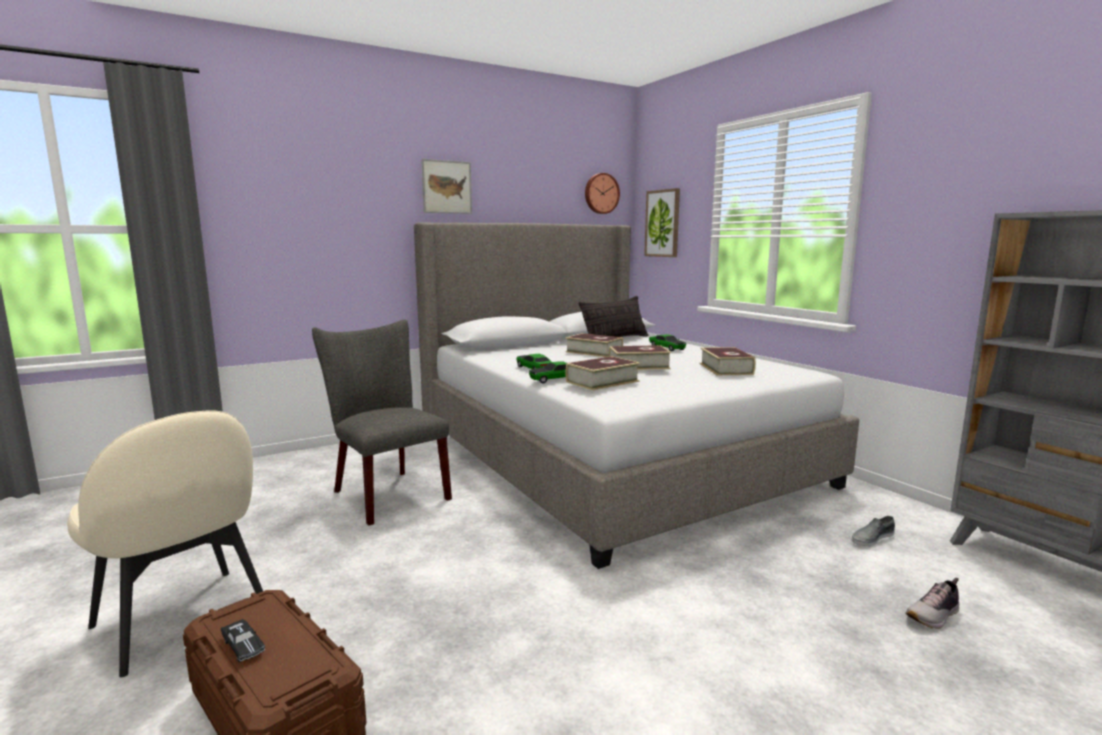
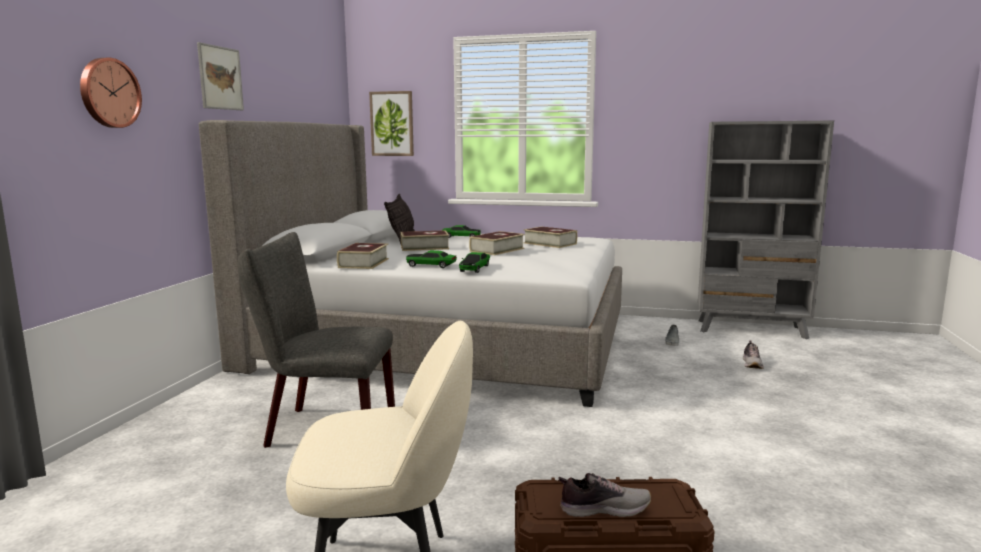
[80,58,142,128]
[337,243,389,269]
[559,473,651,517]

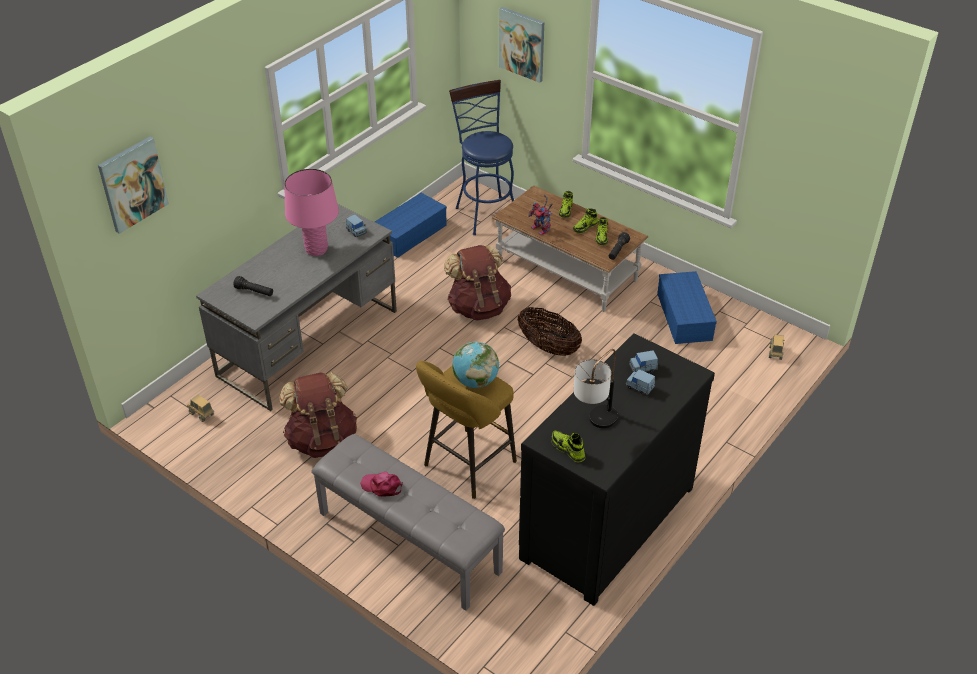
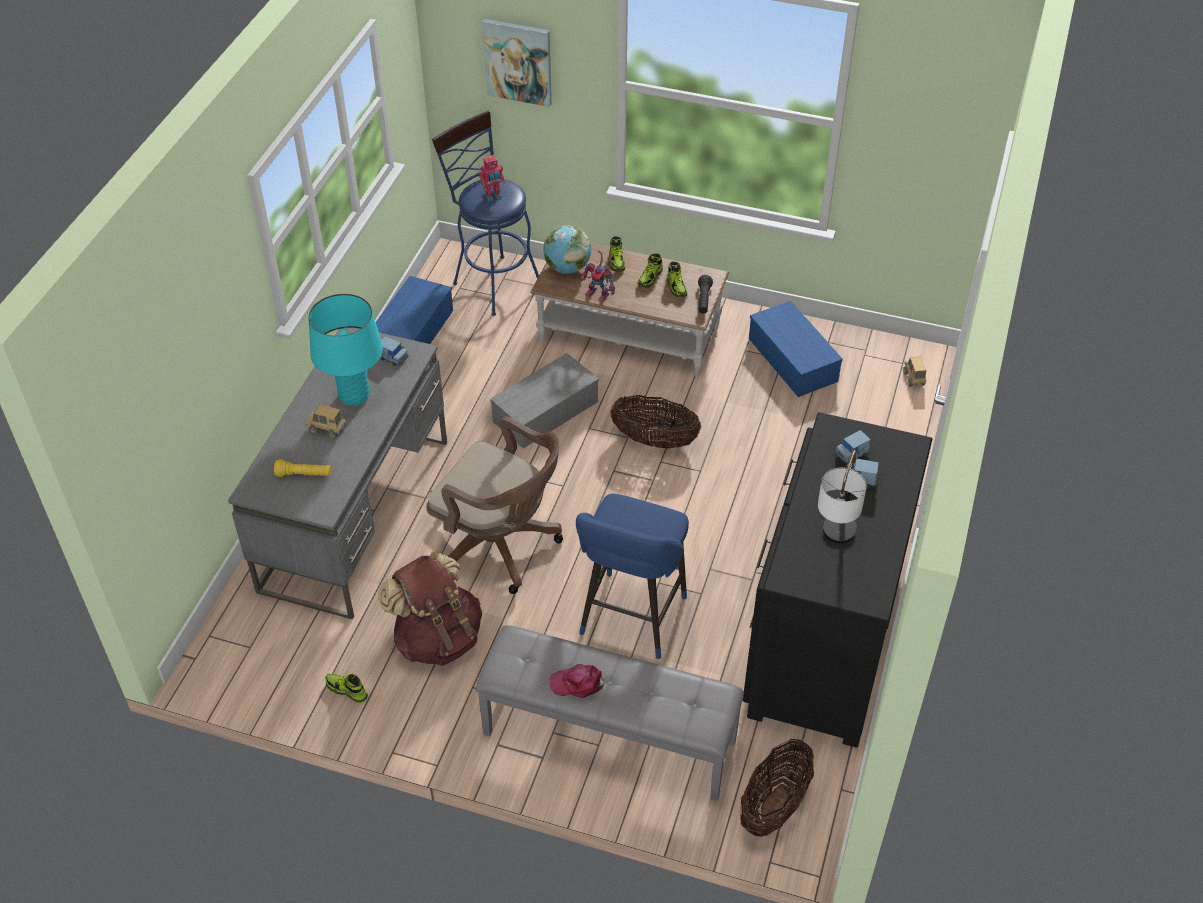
[98,136,169,234] (first image)
[309,294,383,406]
[490,353,599,448]
[274,459,331,477]
[543,225,591,274]
[576,494,689,659]
[306,404,346,439]
[325,673,368,703]
[479,155,505,202]
[426,416,563,594]
[740,739,814,837]

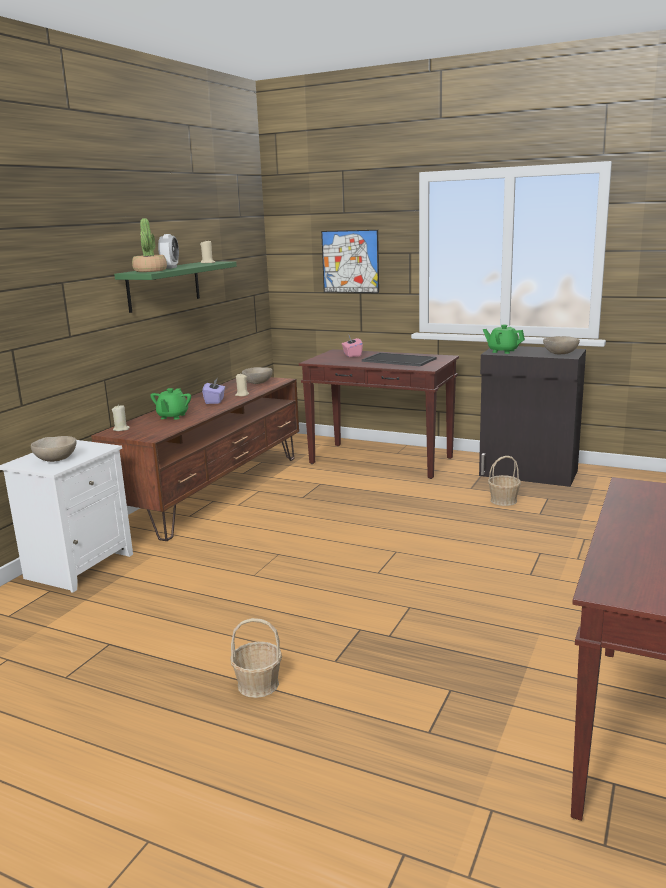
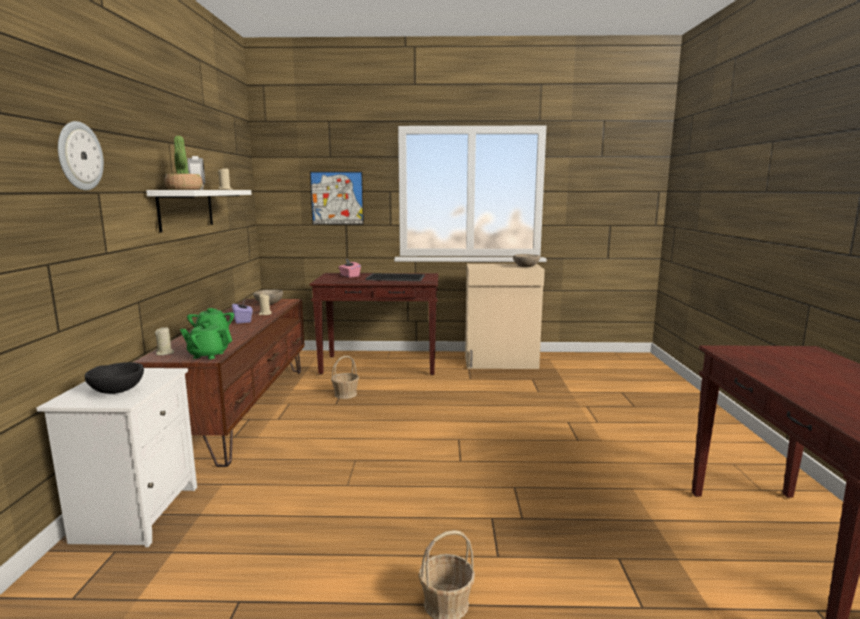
[146,190,252,232]
[180,323,232,359]
[465,264,545,369]
[85,362,144,394]
[331,356,359,399]
[58,121,104,190]

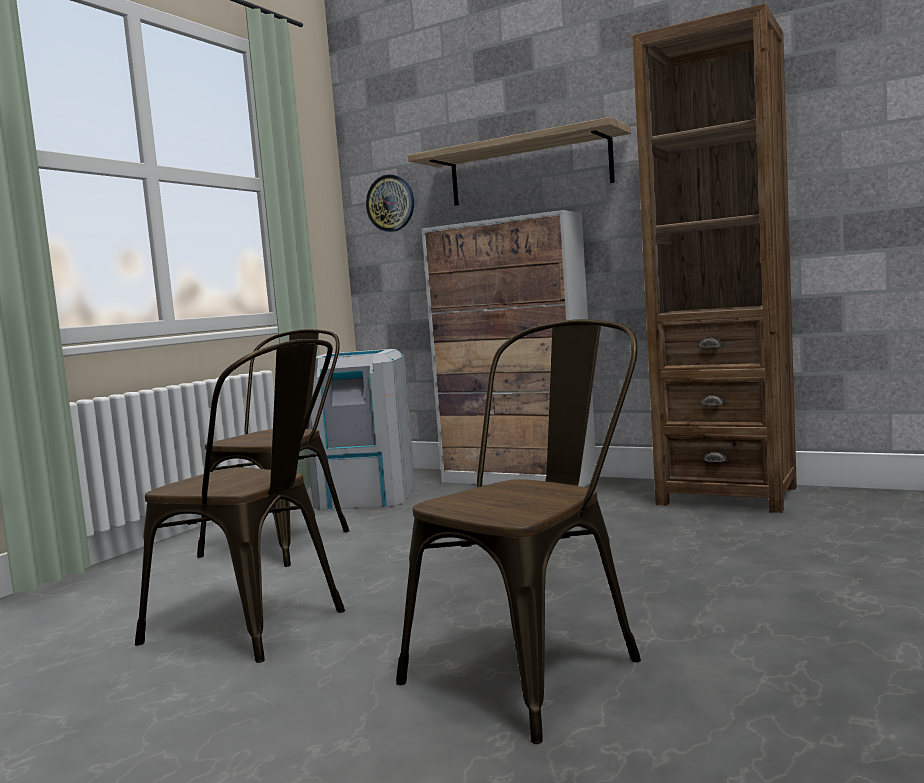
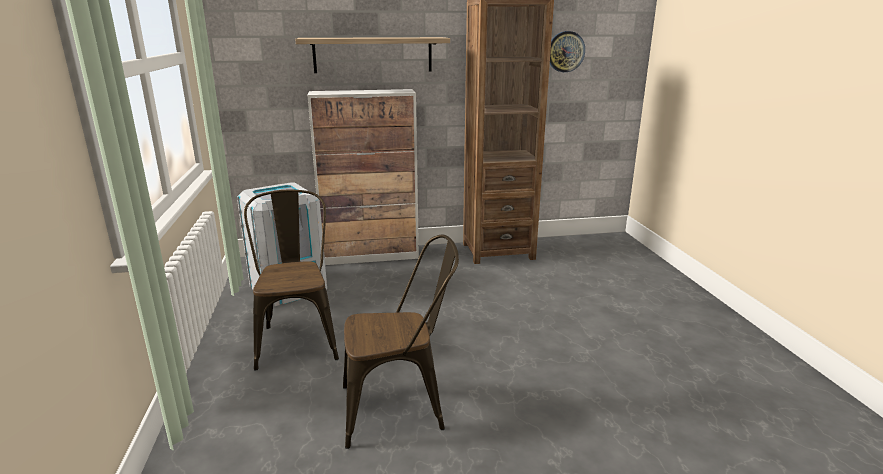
[550,31,585,72]
[396,319,641,744] (first image)

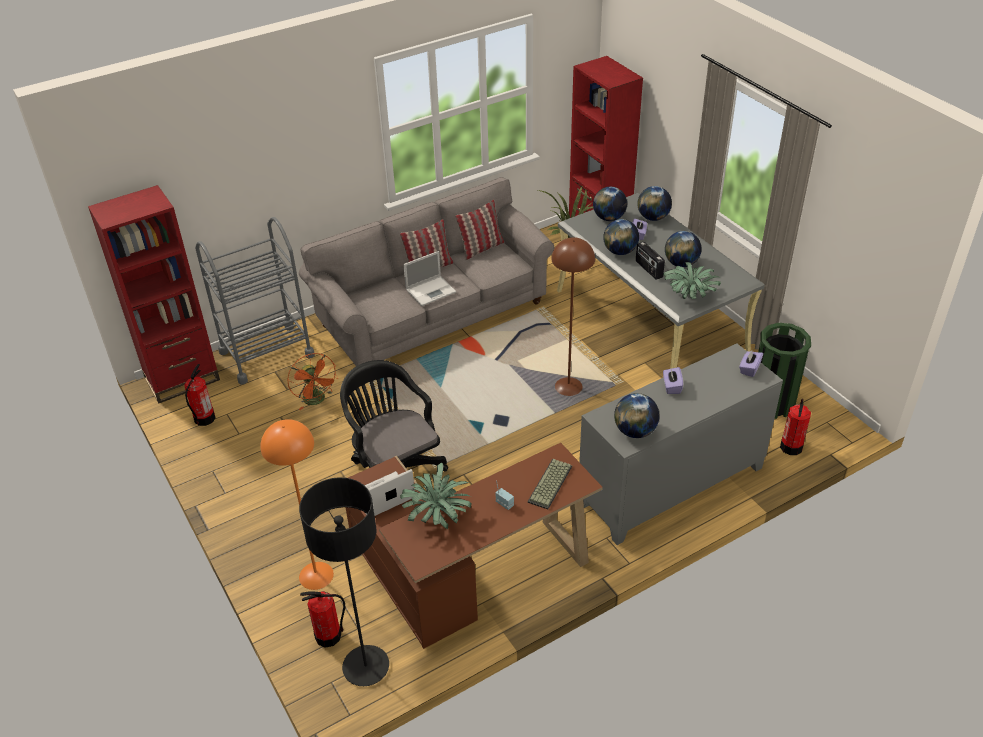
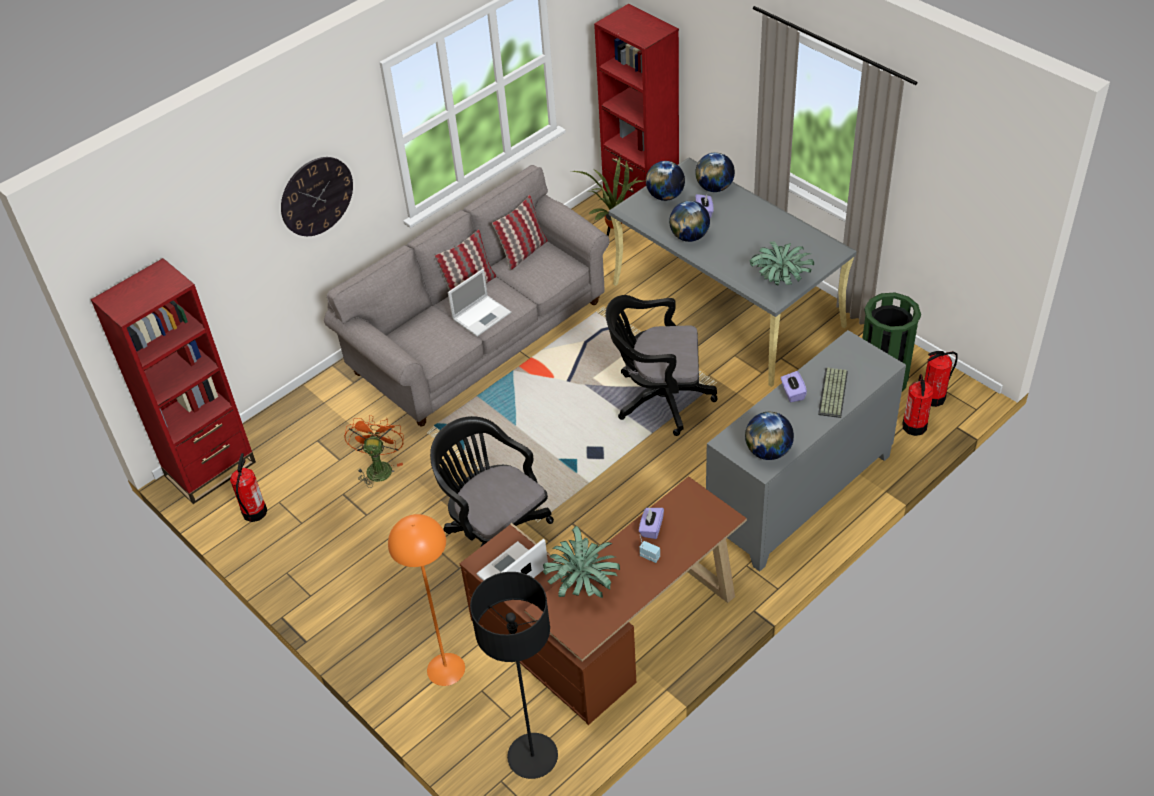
[195,217,315,385] (first image)
[665,231,702,267] (first image)
[605,295,717,436]
[636,242,665,280] (first image)
[639,508,664,539]
[344,415,404,488]
[818,367,848,418]
[924,351,958,407]
[281,157,353,236]

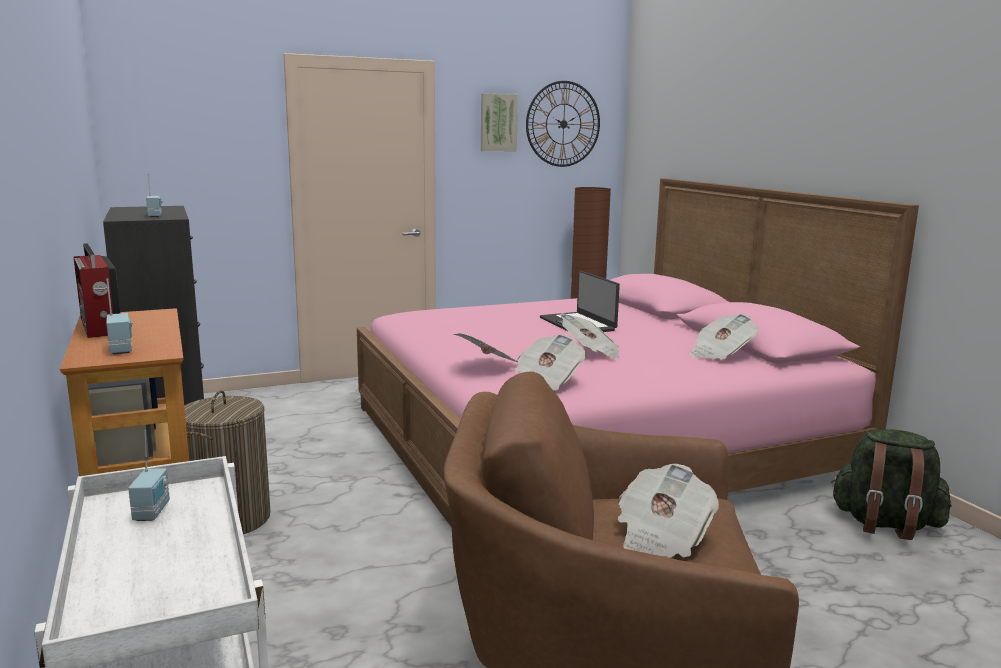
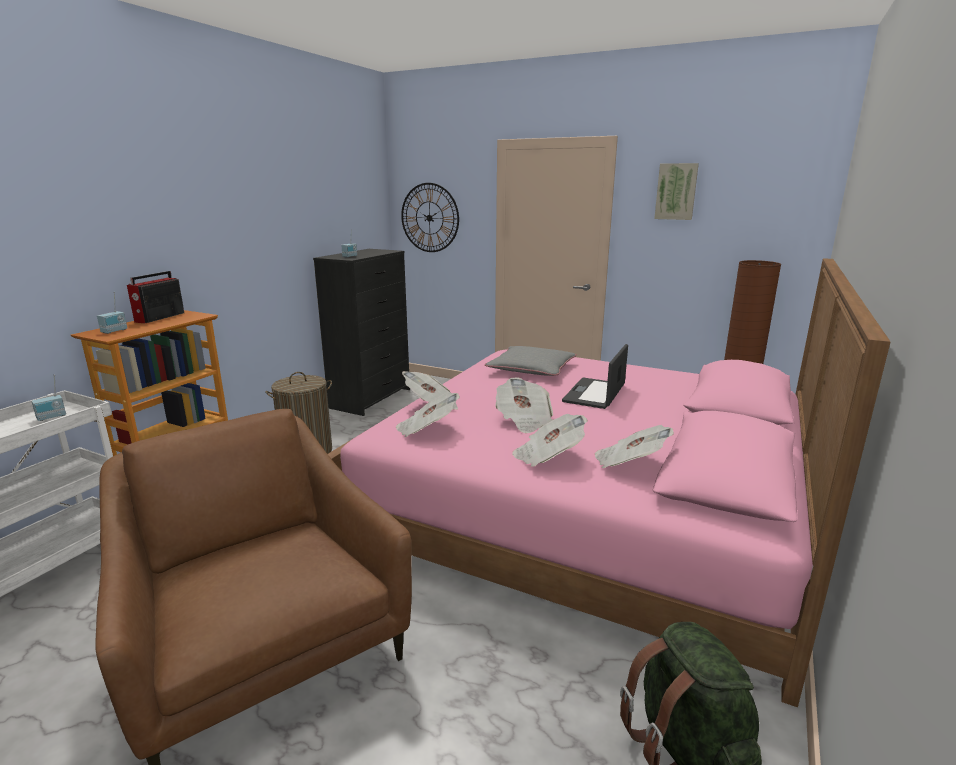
[401,183,459,252]
[512,414,588,467]
[485,346,577,376]

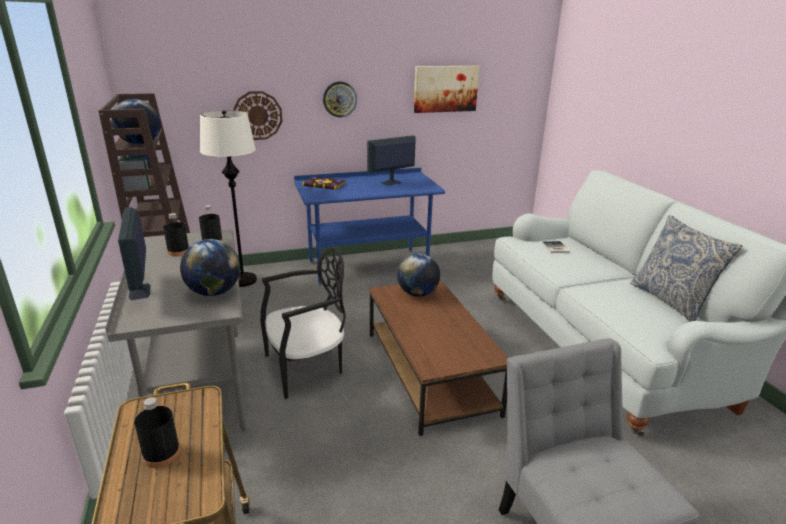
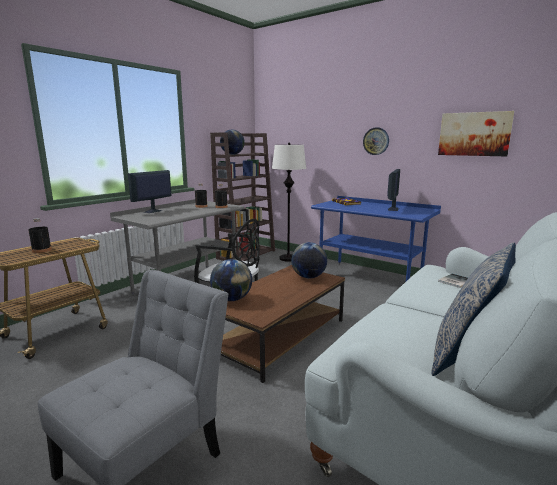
[233,91,283,140] (first image)
[387,169,400,211]
[210,259,252,301]

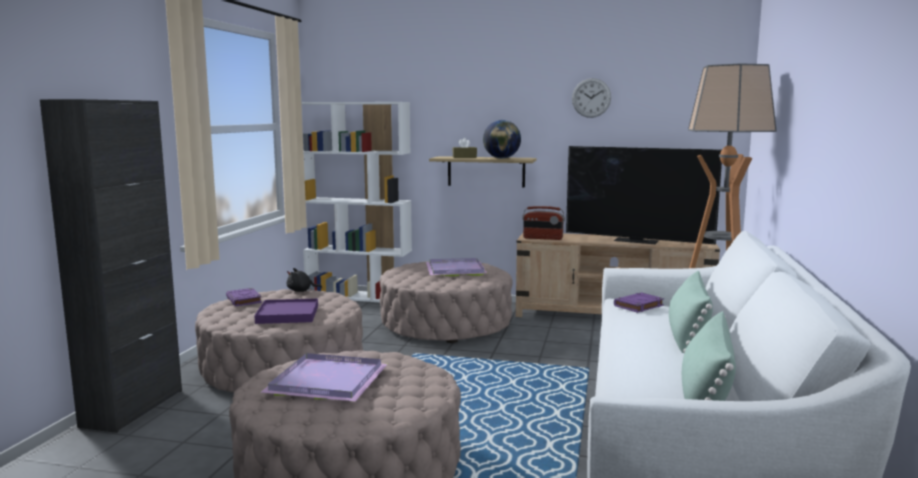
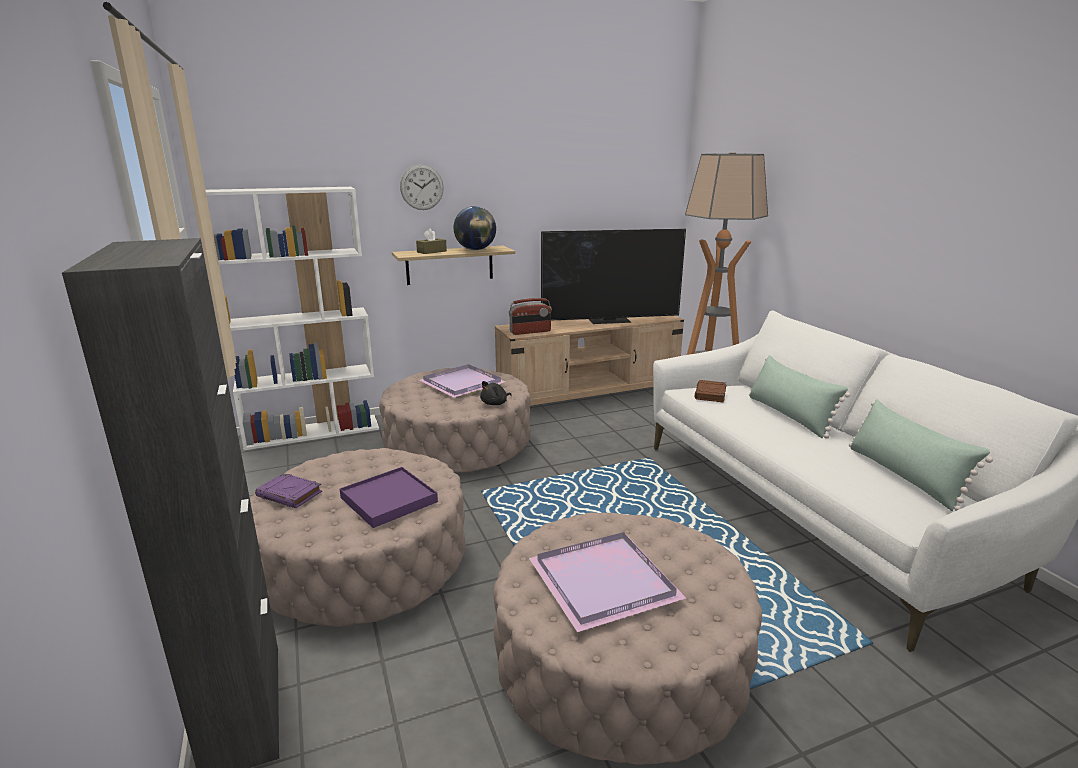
[400,164,444,210]
[480,381,512,405]
[695,380,726,403]

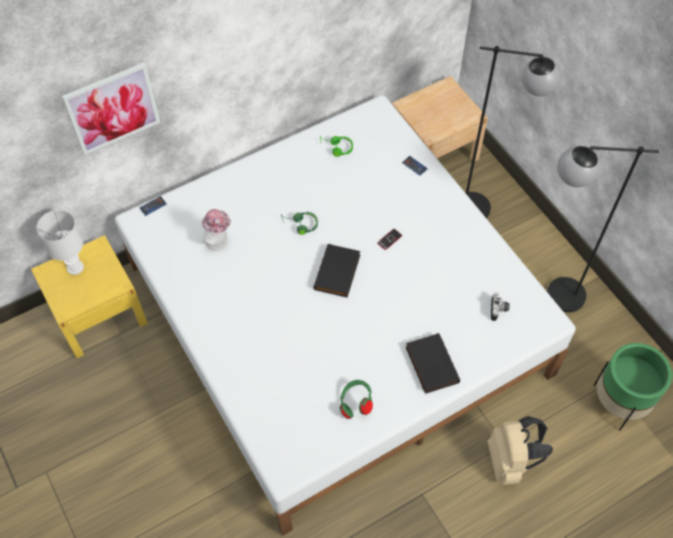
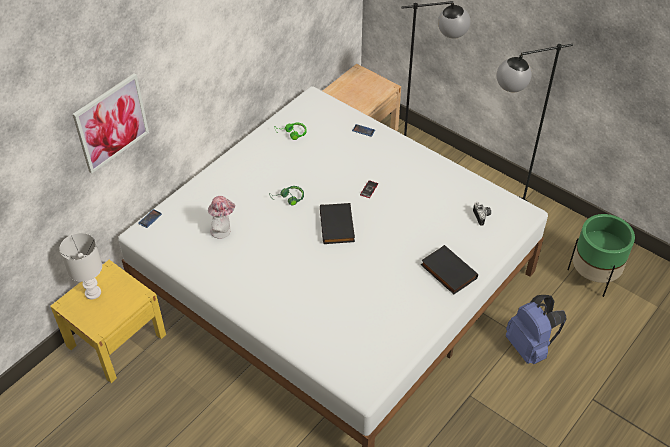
[339,380,373,419] (first image)
[506,295,566,364]

